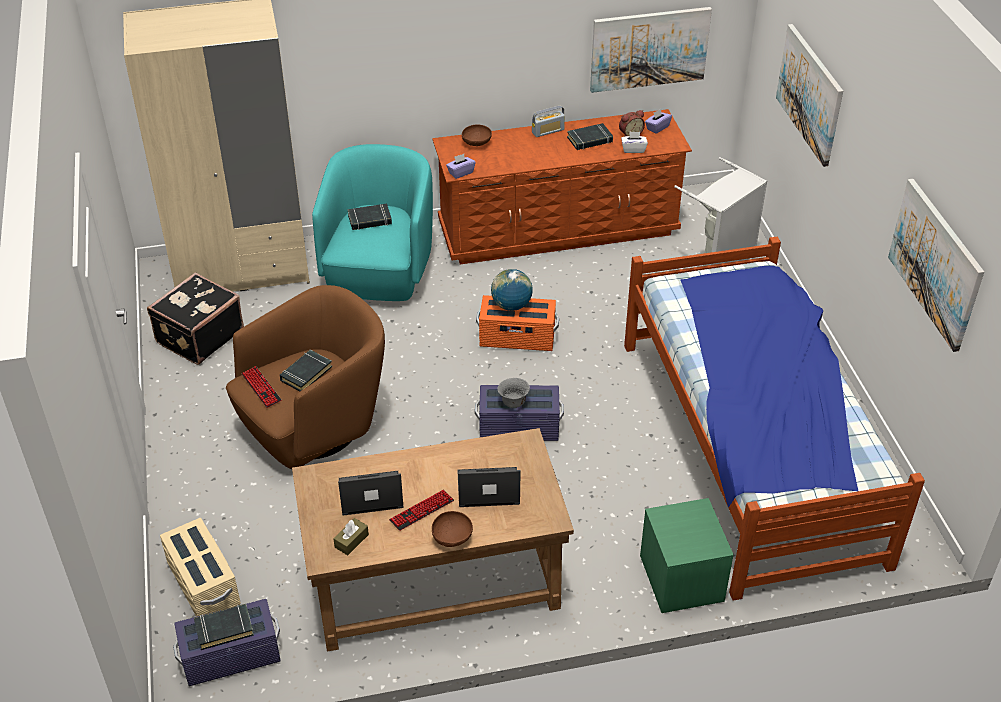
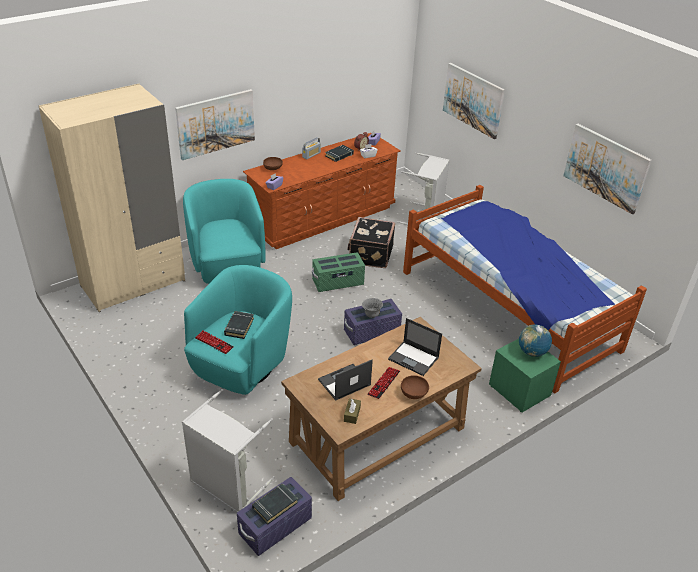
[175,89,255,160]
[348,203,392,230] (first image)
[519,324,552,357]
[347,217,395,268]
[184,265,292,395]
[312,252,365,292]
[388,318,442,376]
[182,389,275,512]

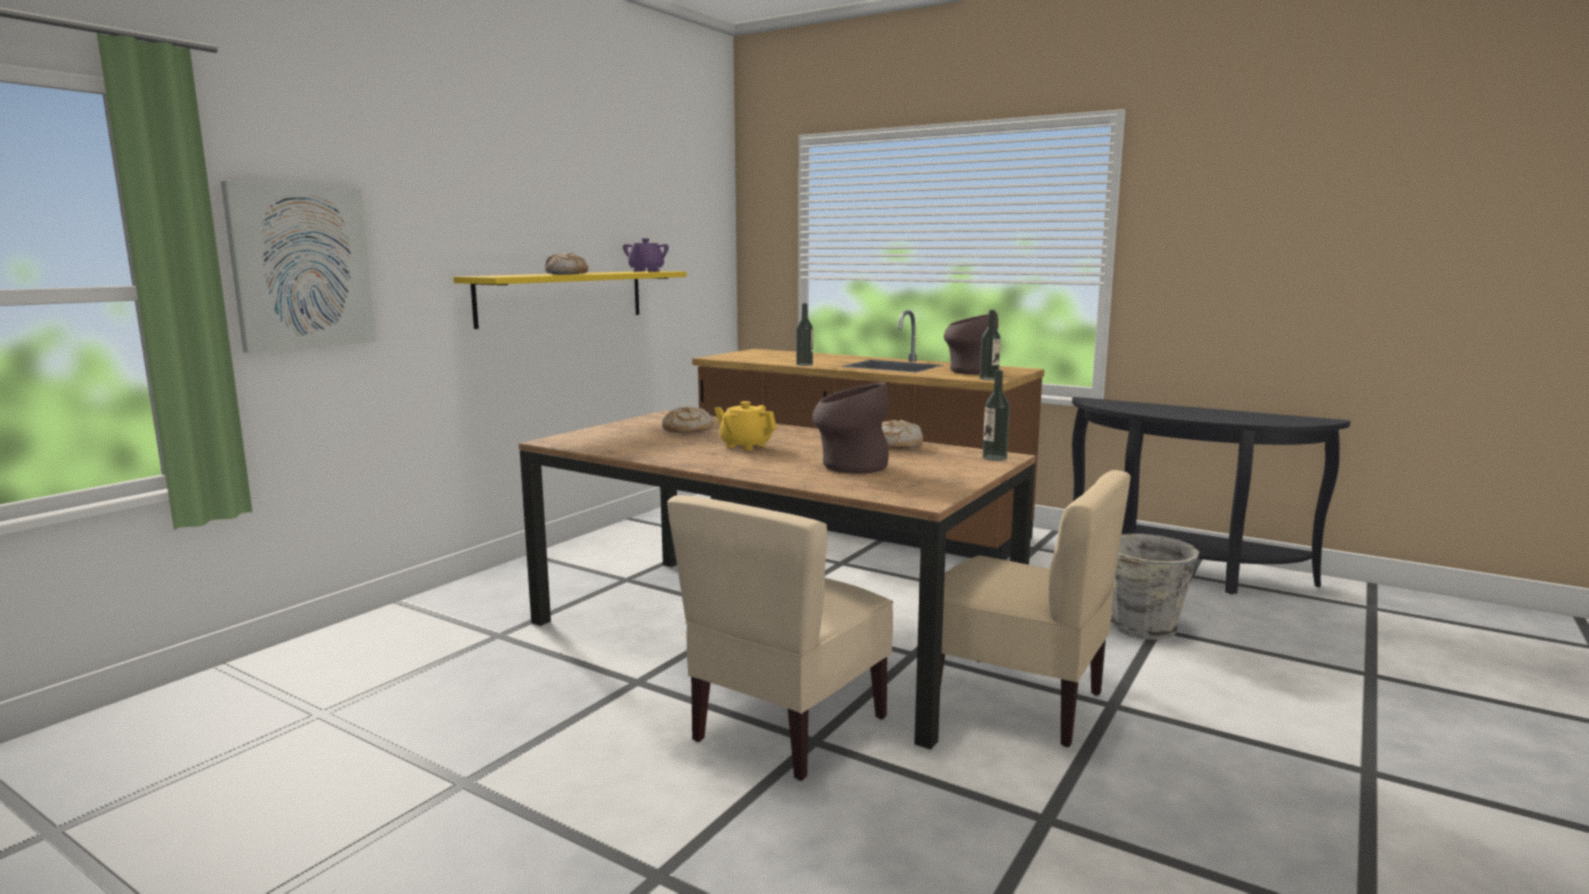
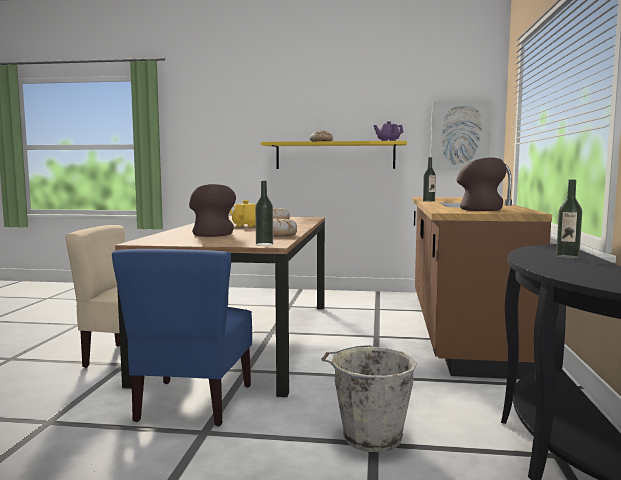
[431,101,491,170]
[556,180,582,259]
[112,249,252,426]

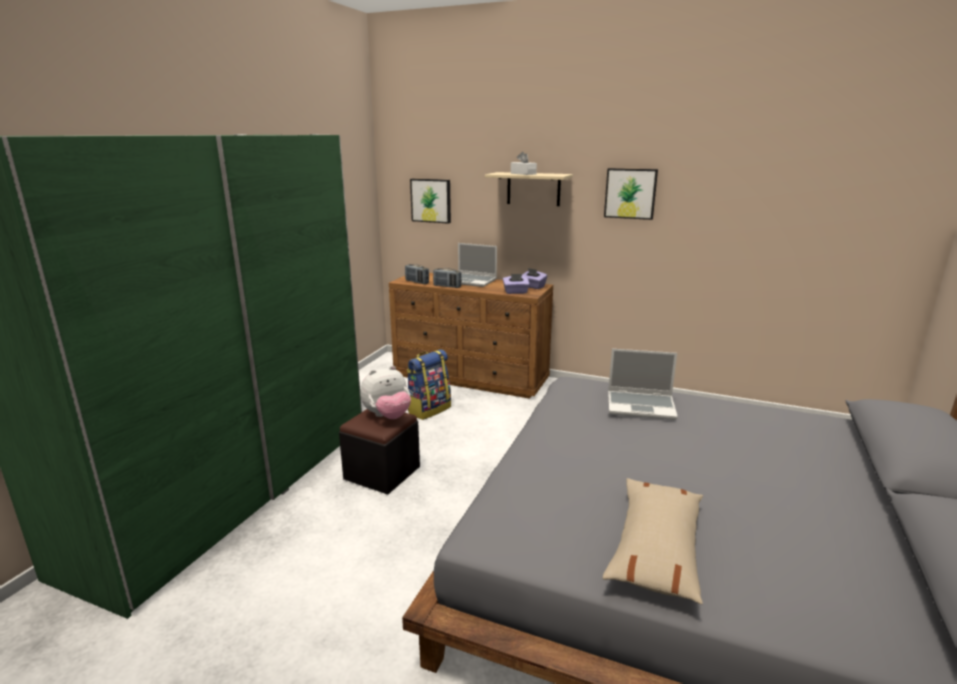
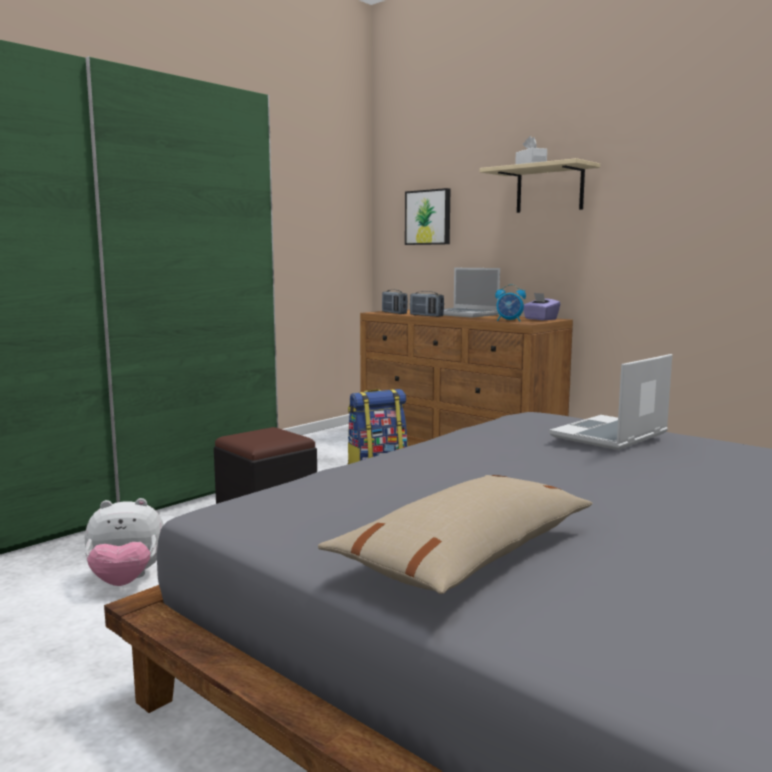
[604,168,658,220] (first image)
[495,284,526,322]
[549,354,672,450]
[85,498,164,586]

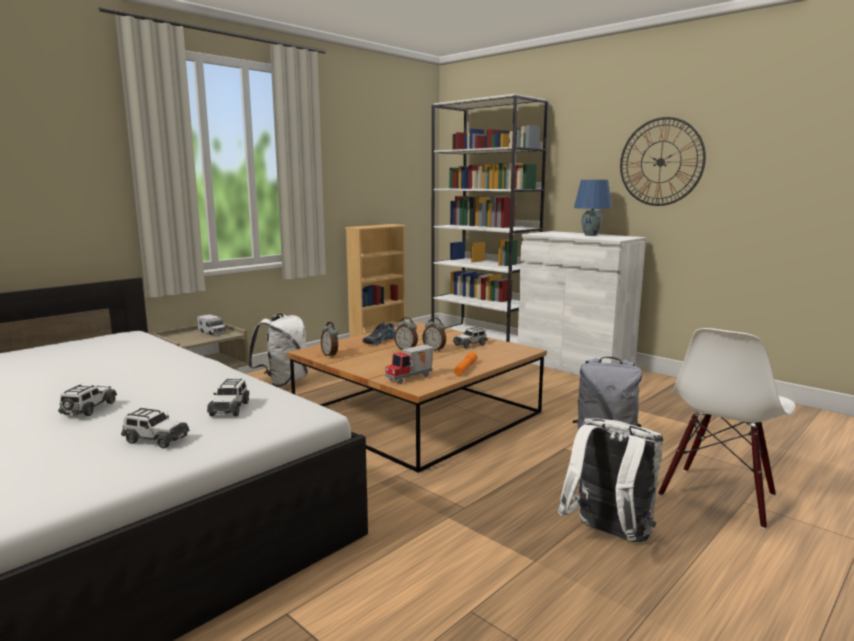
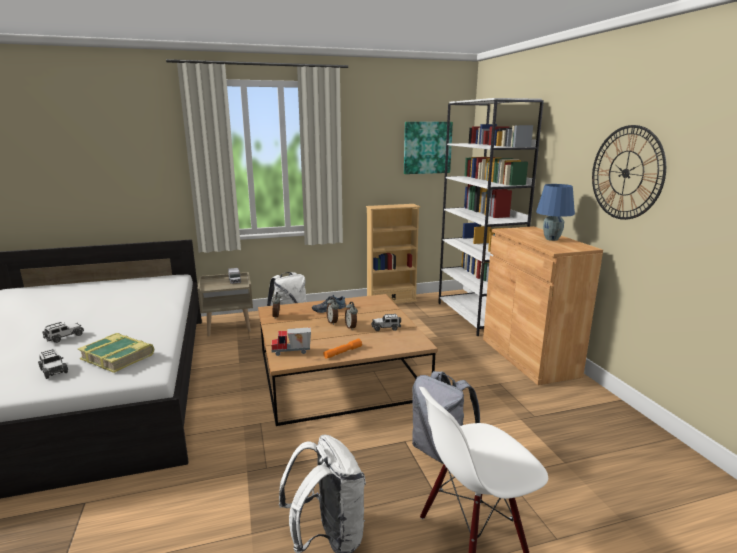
[483,226,603,385]
[78,333,154,373]
[404,122,453,174]

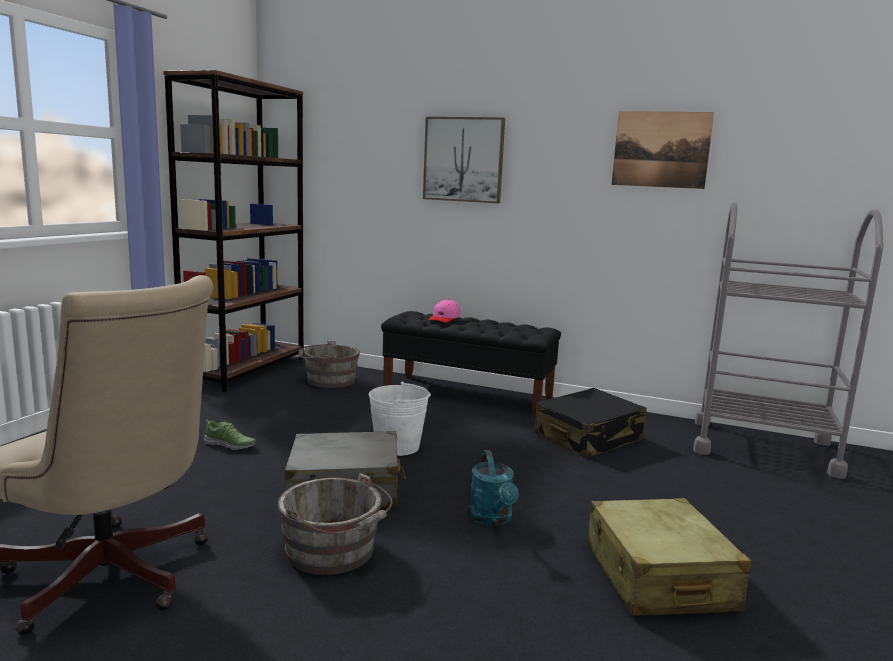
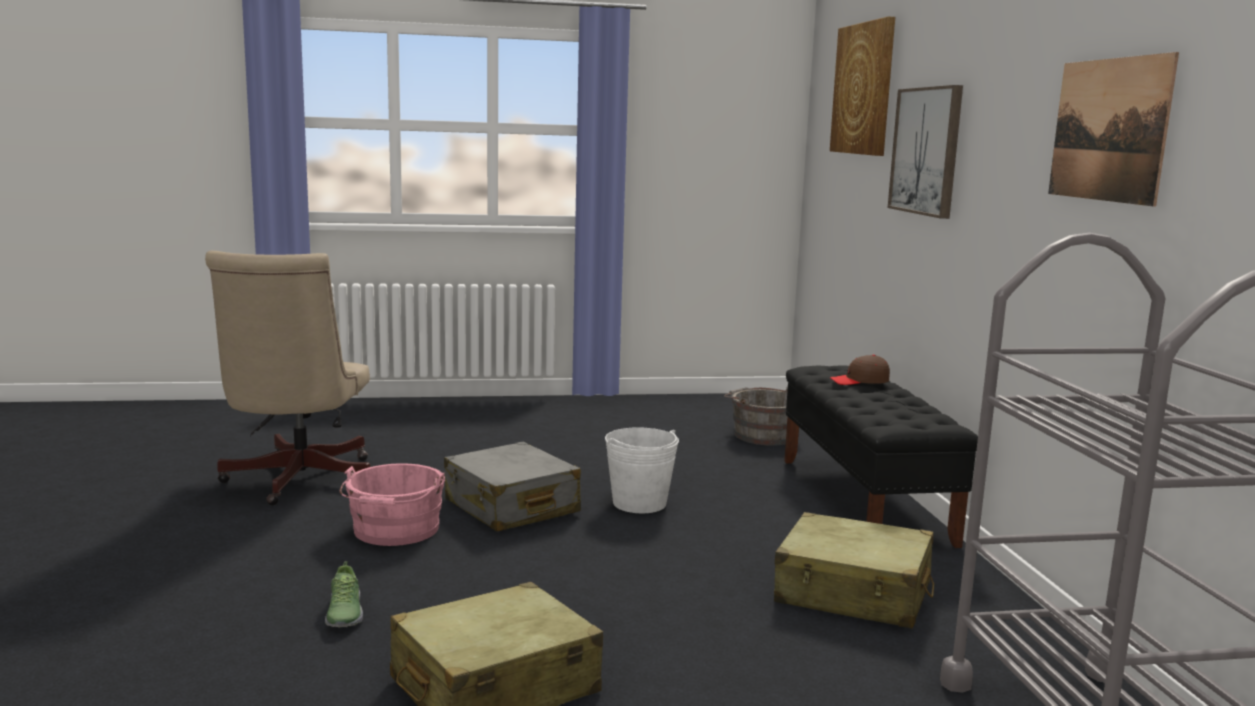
[163,70,304,392] (first image)
[830,355,890,385]
[774,512,934,629]
[325,561,363,628]
[469,450,519,526] (first image)
[340,463,445,546]
[830,17,895,156]

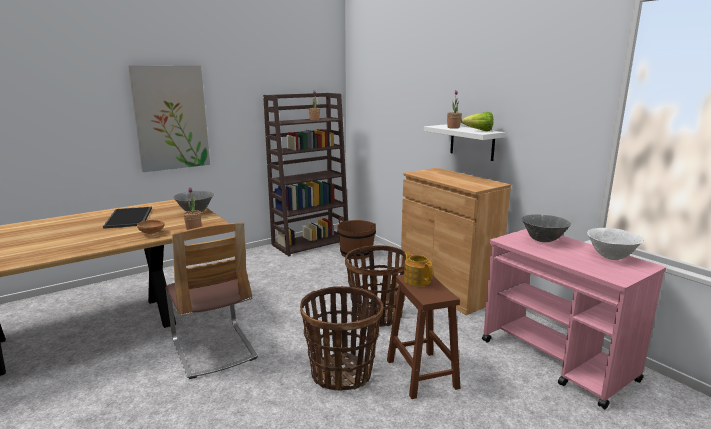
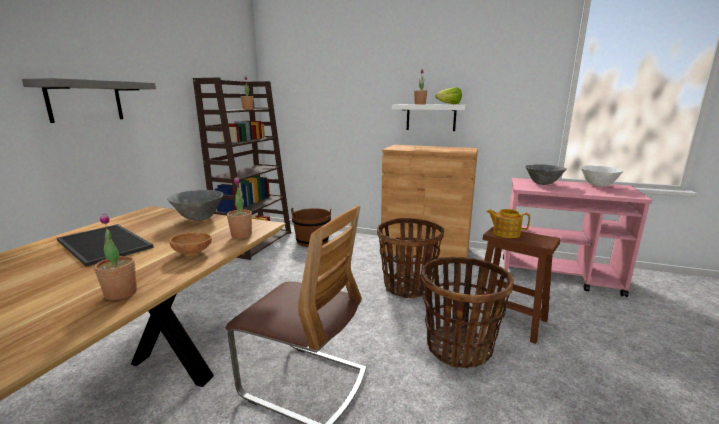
[22,78,156,123]
[94,213,137,300]

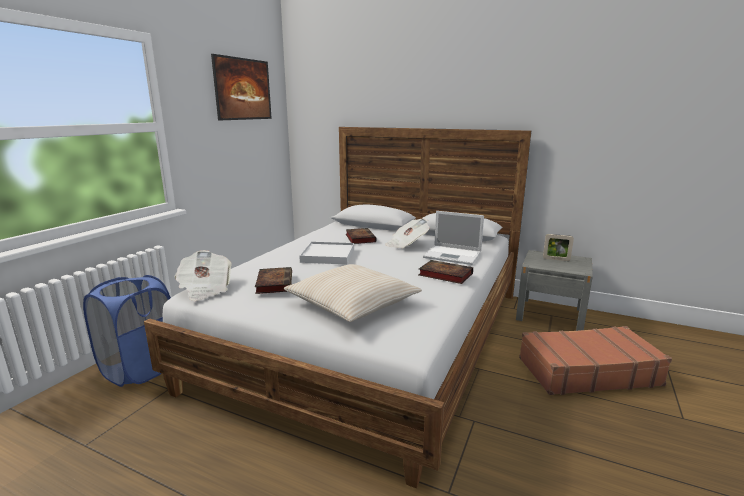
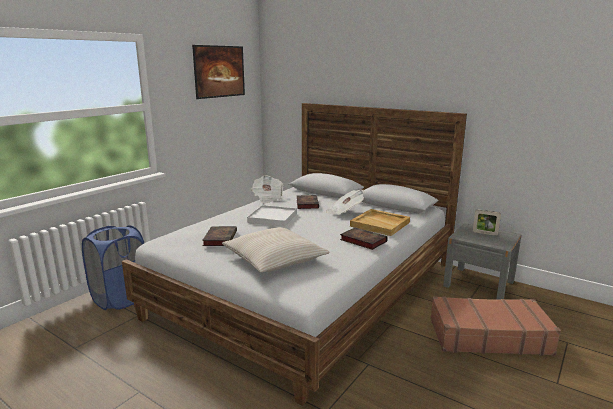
[350,209,410,236]
[251,176,284,203]

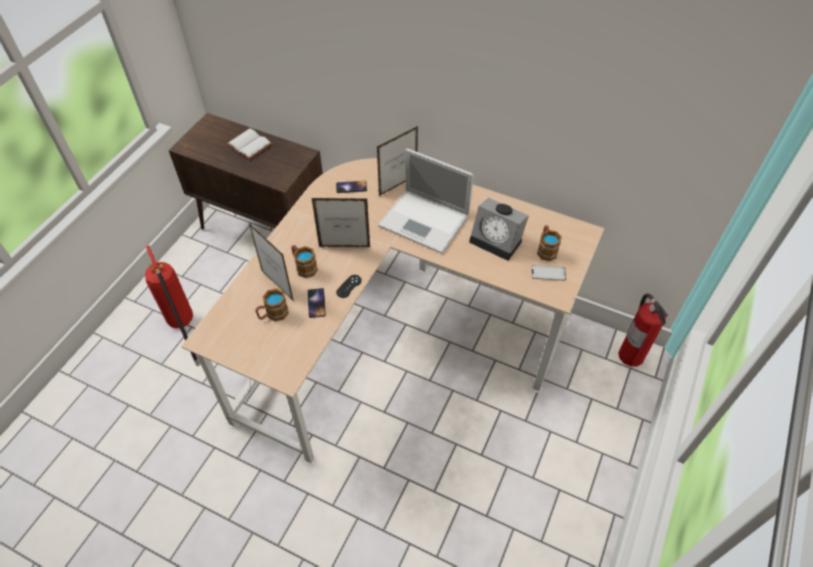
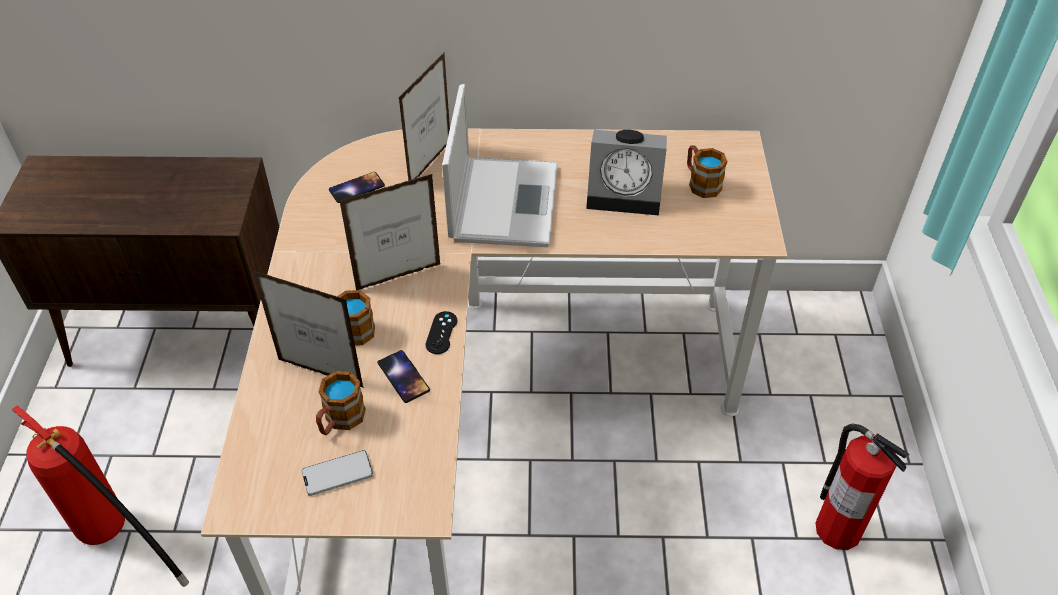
[226,129,272,160] (first image)
[442,84,558,247]
[301,450,373,496]
[815,423,909,550]

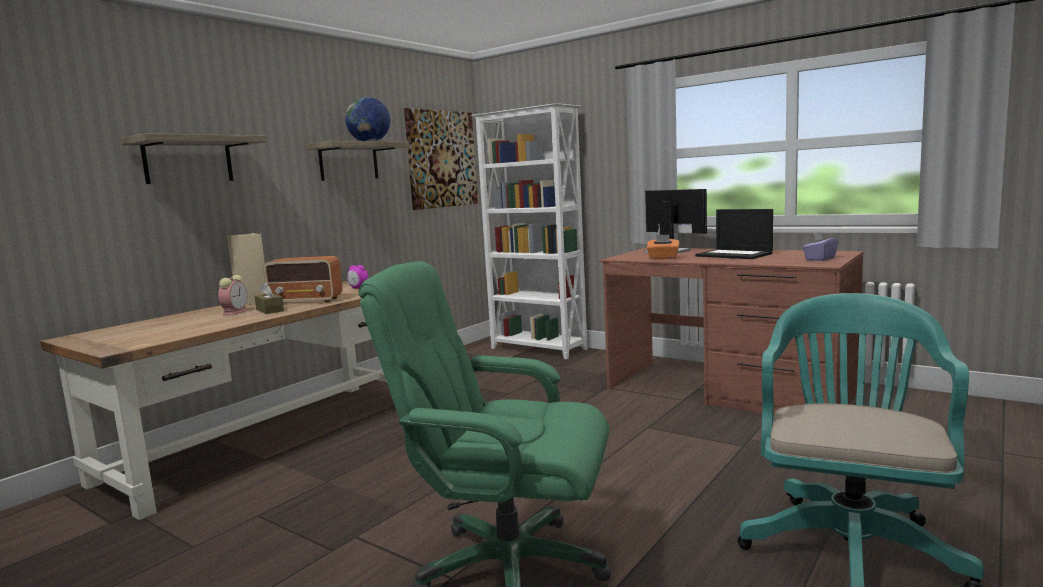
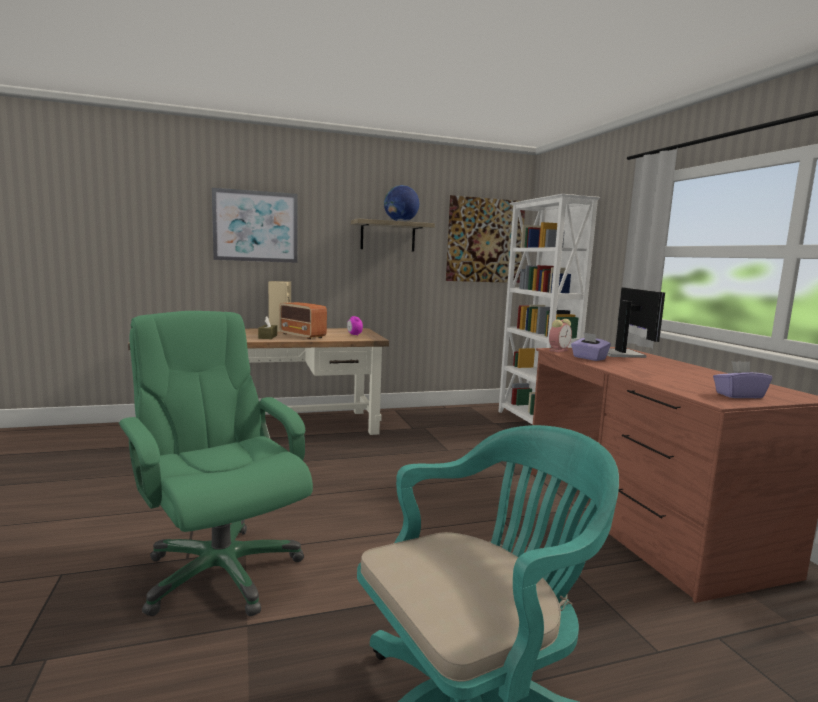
[212,188,298,263]
[695,209,773,259] (first image)
[571,333,611,361]
[549,319,572,352]

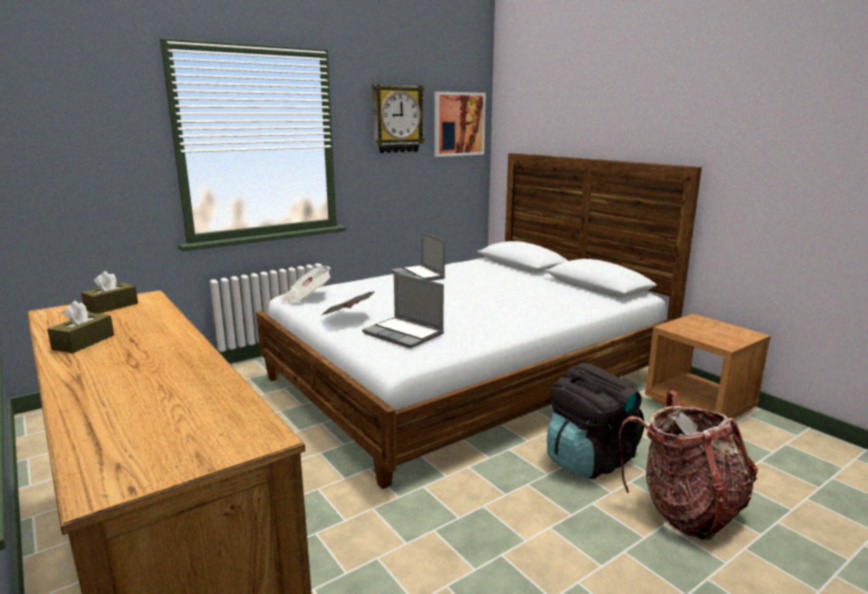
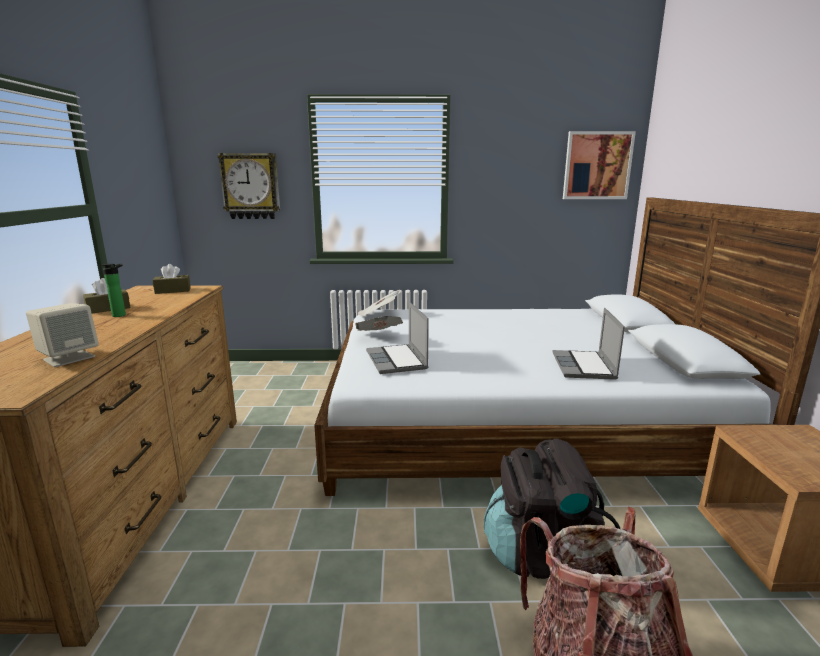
[217,153,280,219]
[553,308,625,380]
[102,263,126,317]
[26,303,99,367]

